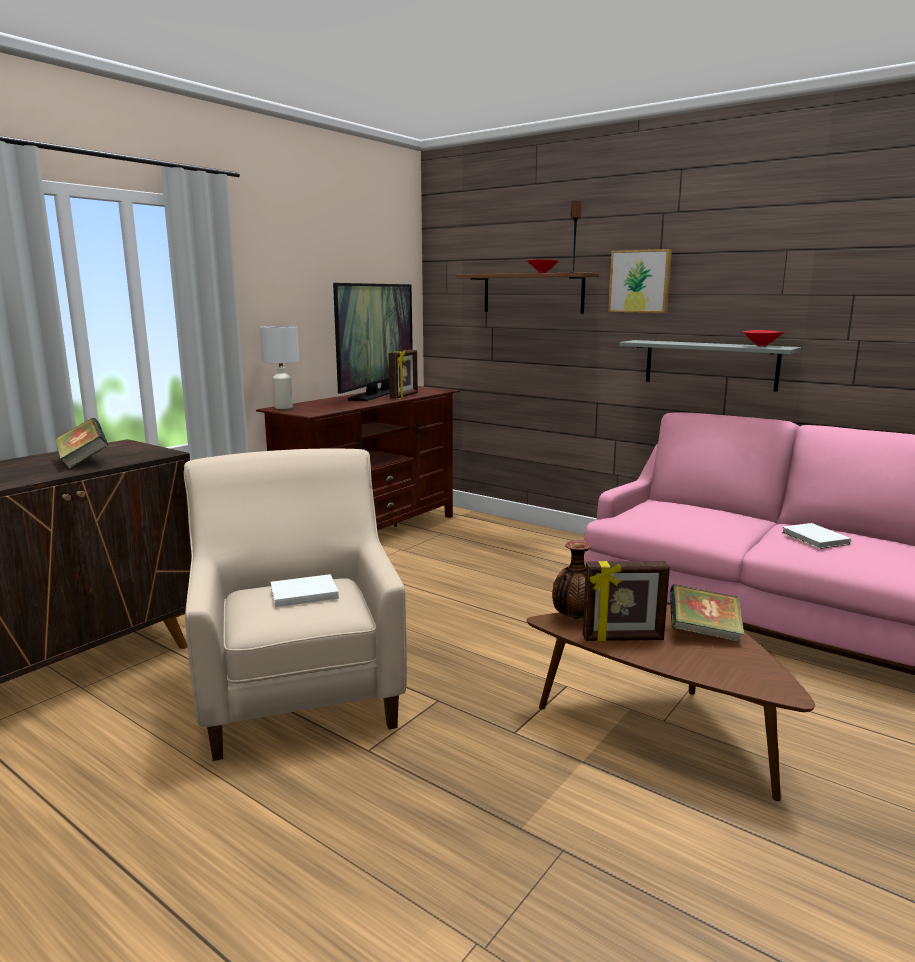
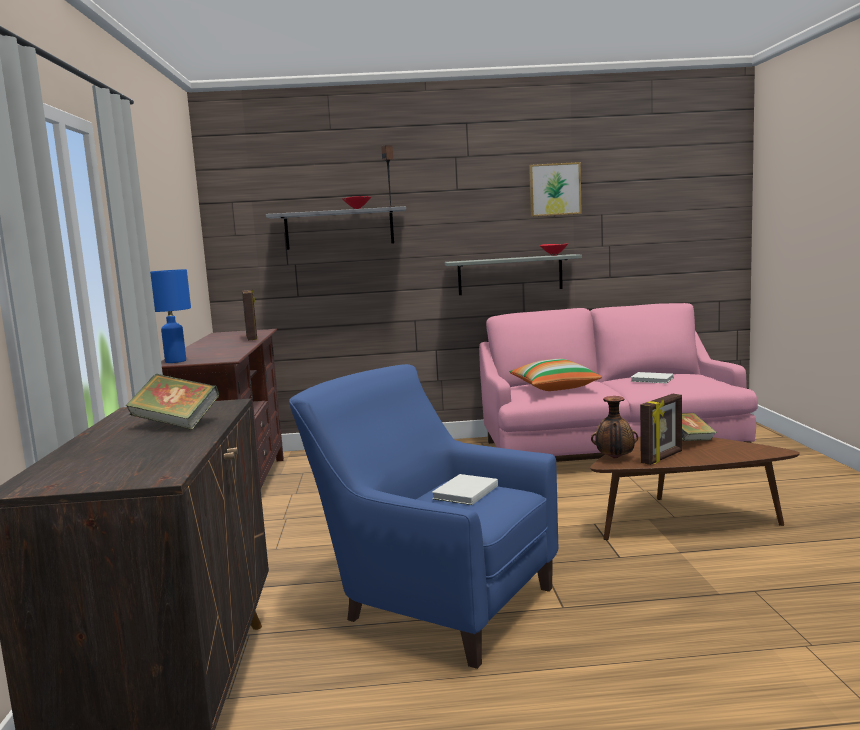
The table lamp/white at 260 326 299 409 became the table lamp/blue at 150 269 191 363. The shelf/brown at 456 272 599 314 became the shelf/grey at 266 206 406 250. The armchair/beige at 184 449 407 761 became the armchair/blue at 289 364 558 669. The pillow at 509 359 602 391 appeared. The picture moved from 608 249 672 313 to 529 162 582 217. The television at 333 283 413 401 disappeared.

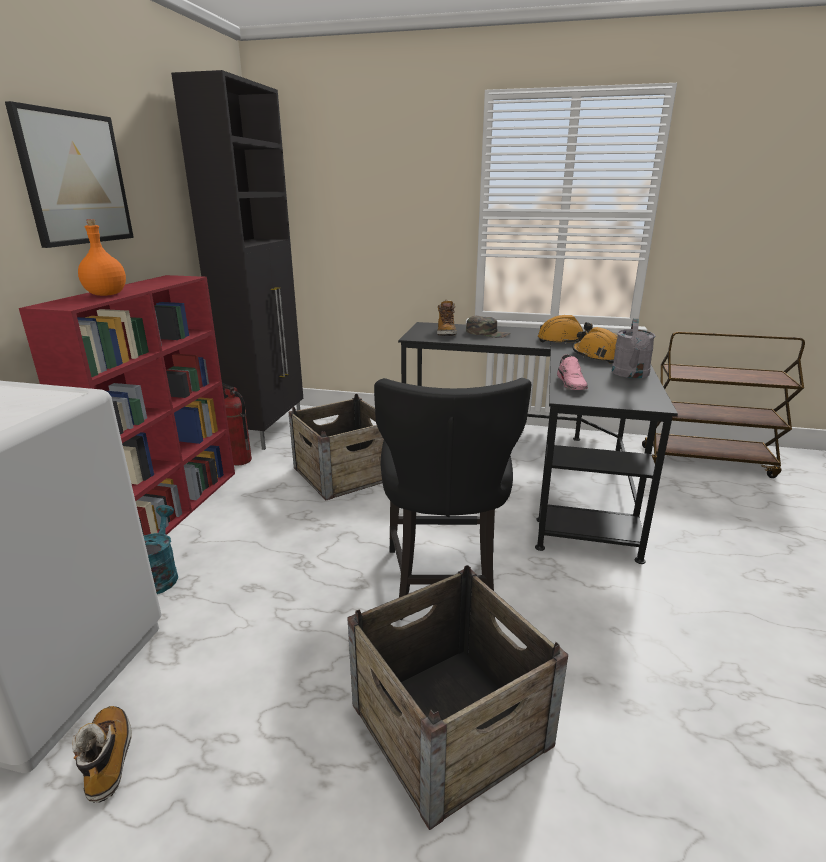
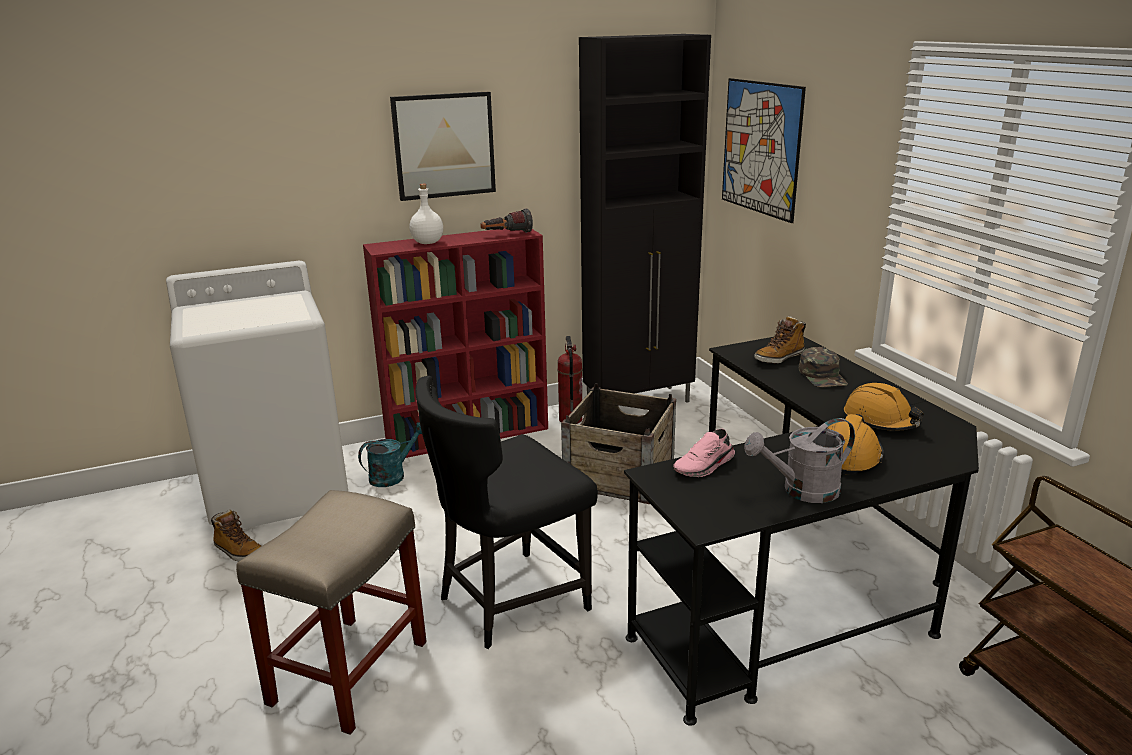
The boot at 72 706 132 803 turned 90 degrees clockwise. The crate at 347 565 568 830 was replaced by the stool/beige at 236 490 427 735. The bottle/orange at 78 219 126 296 became the bottle/white at 409 184 443 244. The flashlight at 480 208 533 233 appeared. The picture at 722 78 806 223 appeared.

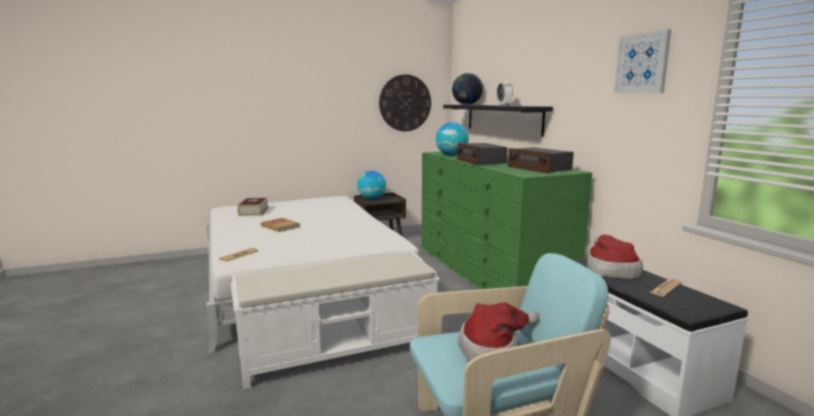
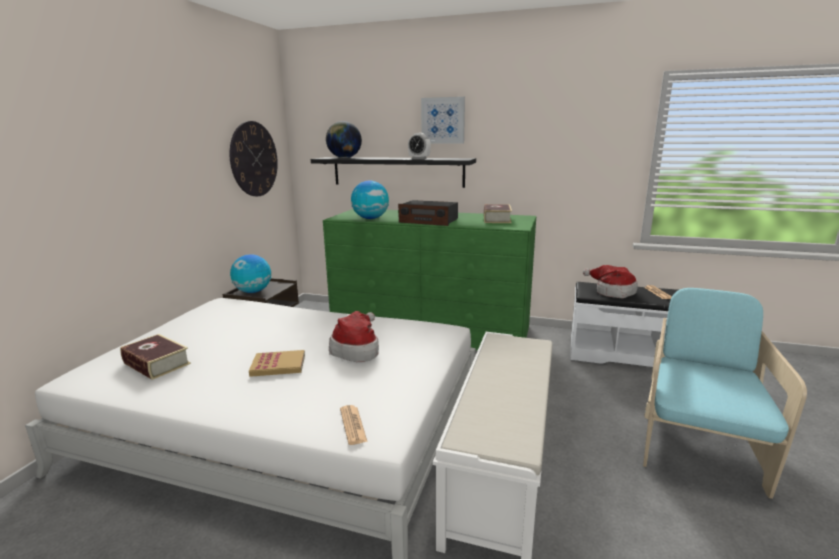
The hat moved from 457 302 539 362 to 329 311 379 362. The picture moved from 614 29 671 94 to 421 97 465 144. The radio at 508 147 574 174 was replaced by the book at 484 204 512 223.

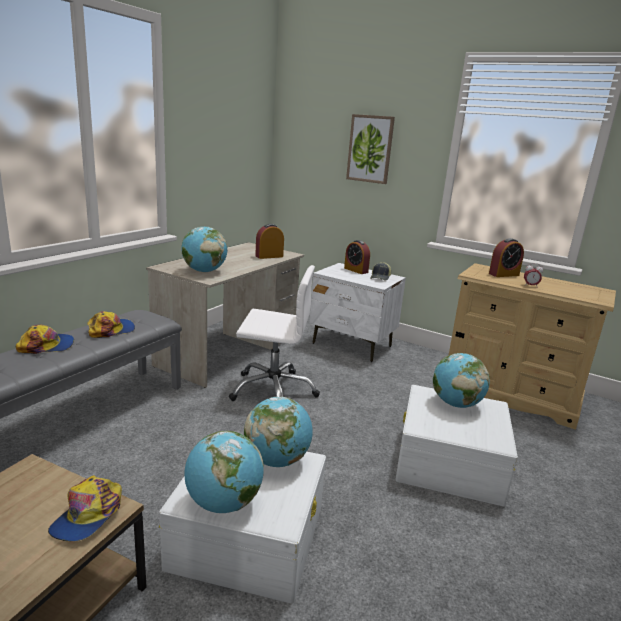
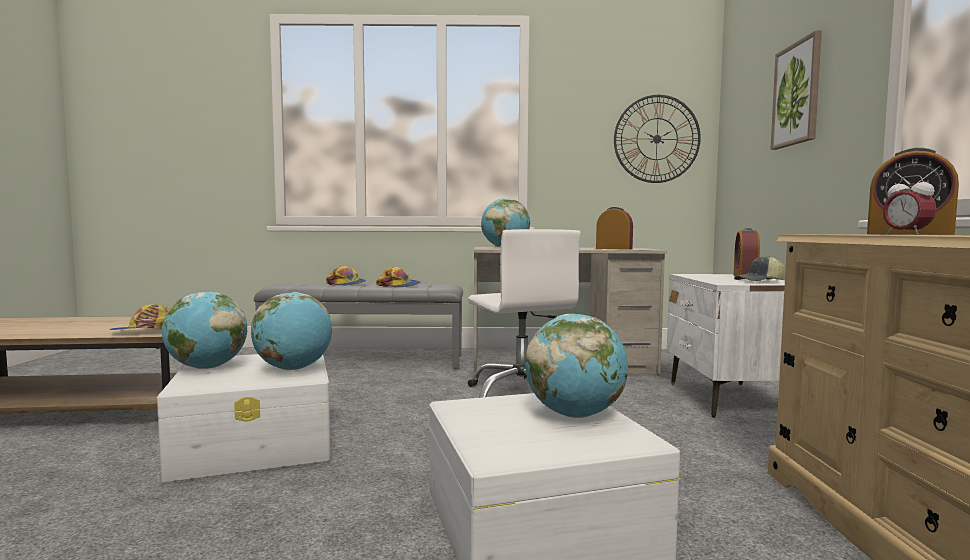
The wall clock at 614 95 701 183 appeared.

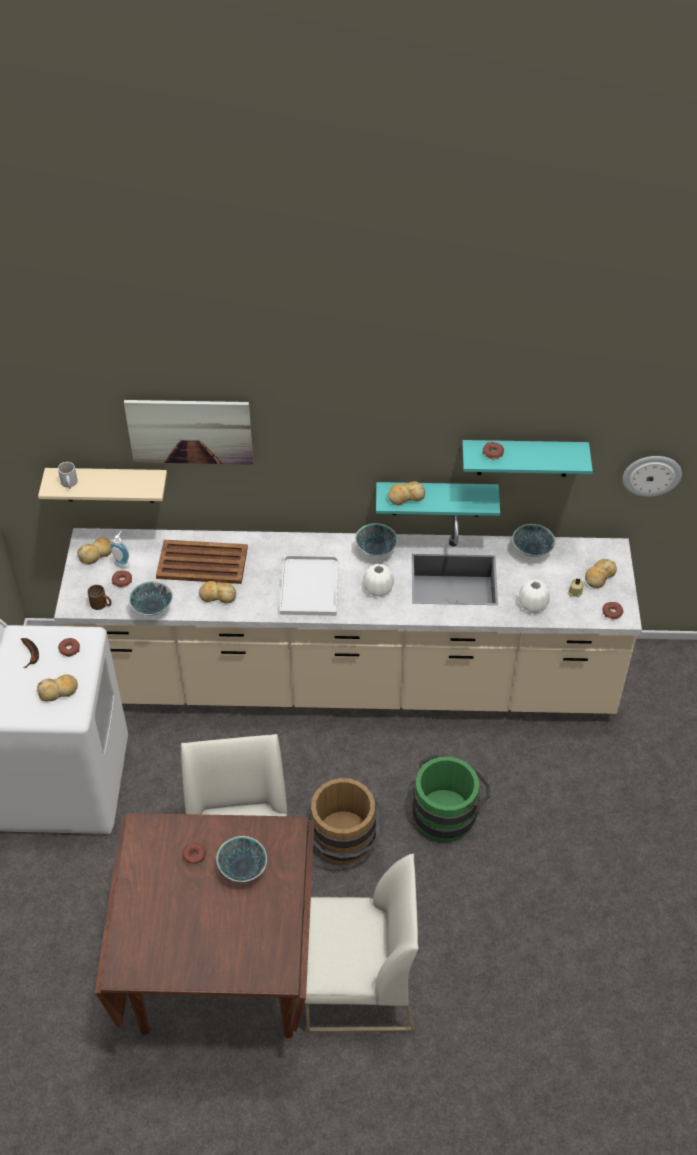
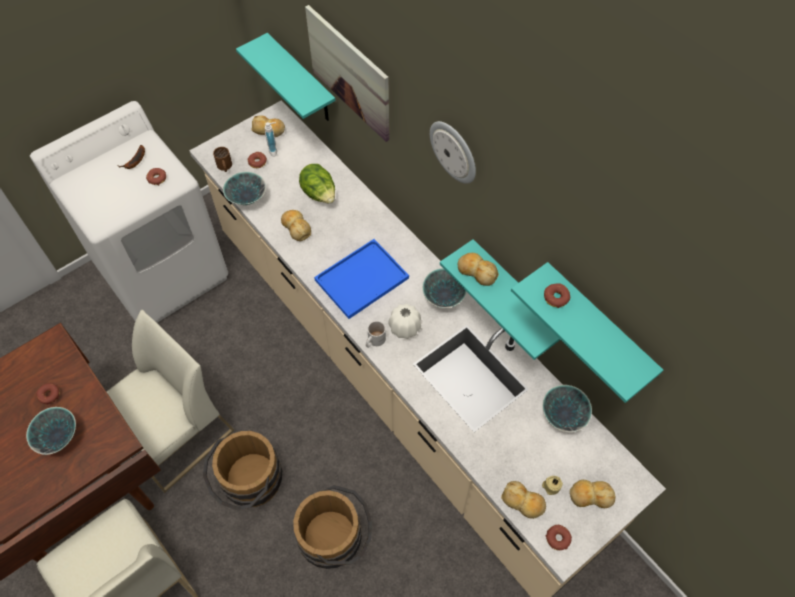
The shelf/beige at 38 468 167 503 became the shelf/turquoise at 236 33 336 121. The bucket/green at 412 755 490 842 became the bucket/brown at 293 485 372 569. The tray/brown at 156 540 248 584 was replaced by the lettuce at 299 164 335 204. The tray/white at 280 555 339 616 became the tray/blue at 314 239 409 319. The mug/white moved from 58 462 78 489 to 366 321 386 348. The wall clock moved from 623 456 682 497 to 430 121 476 184. The bread moved from 37 675 78 702 to 501 481 546 519. The vase/white at 518 579 550 613 disappeared.

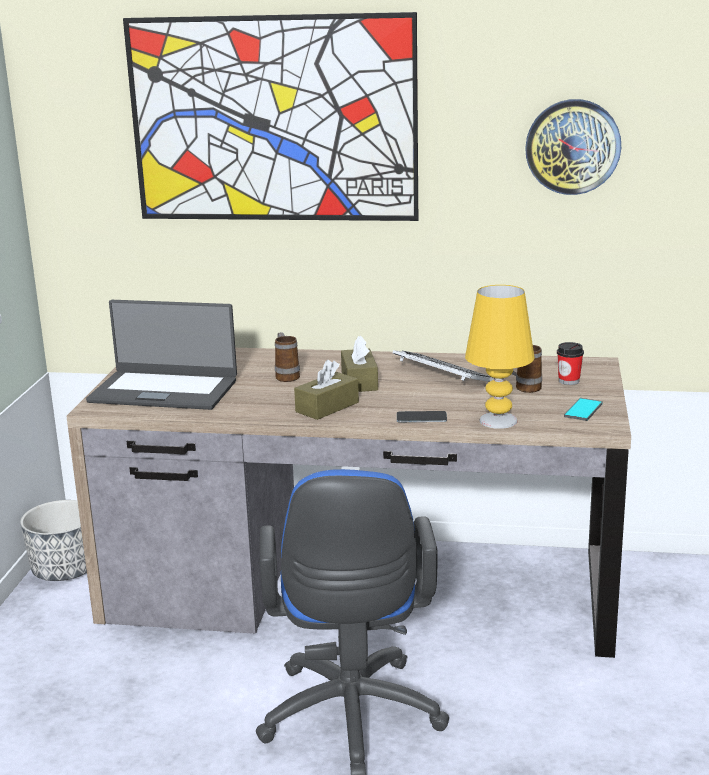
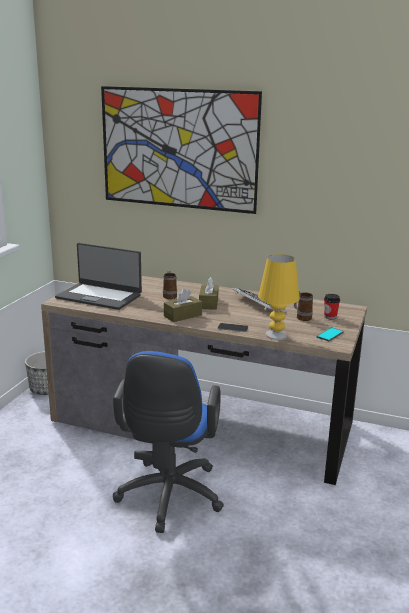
The wall clock at 525 99 621 195 disappeared.

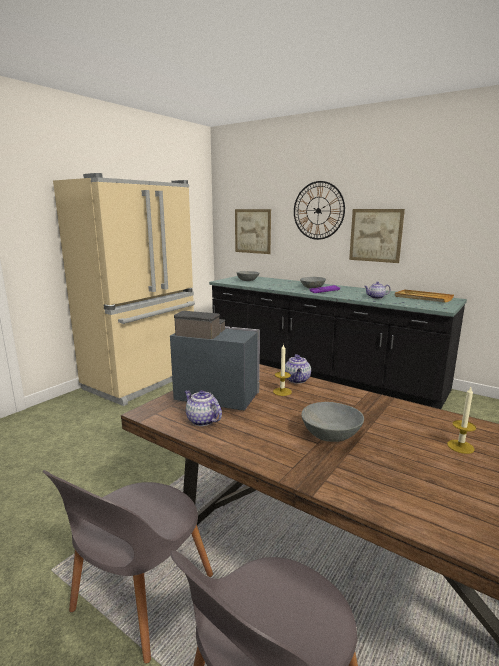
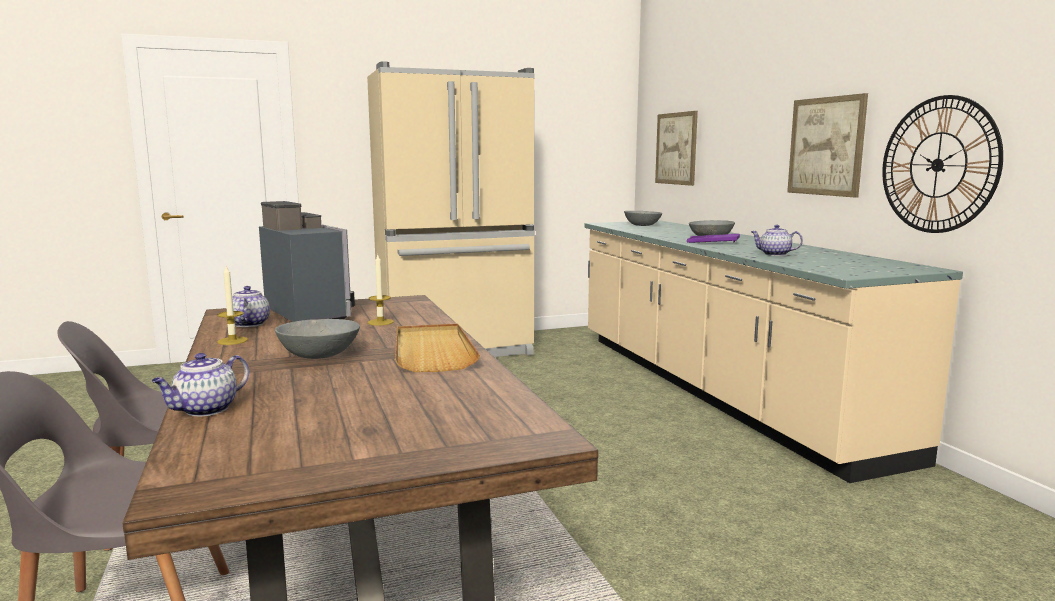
The teapot moved from 285 354 311 383 to 152 353 249 416. The candle moved from 447 387 476 454 to 217 266 248 345. The tray/beige moved from 395 289 454 303 to 395 323 480 372. The counter/black at 209 276 467 409 became the counter/beige at 585 220 963 483. The wall clock moved from 294 181 345 240 to 882 95 1003 233.

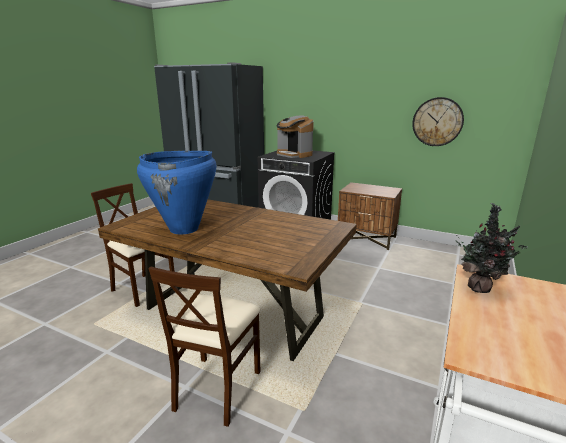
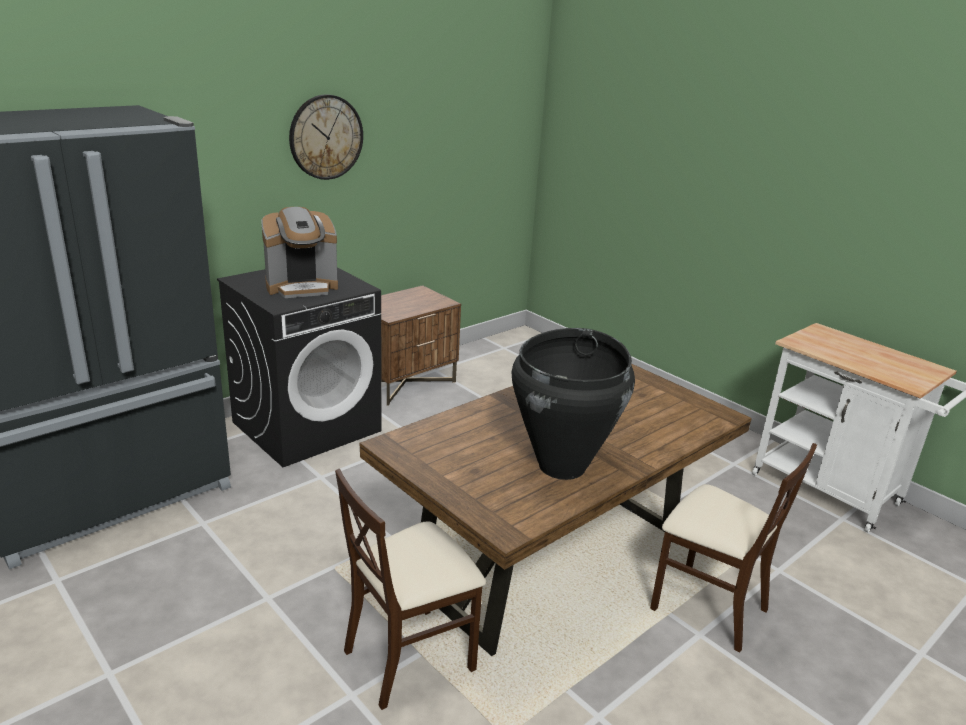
The wall clock moved from 412 97 464 146 to 289 94 363 180. The vase/blue at 137 151 217 234 became the vase/black at 512 328 635 480. The potted plant at 455 203 528 293 disappeared.

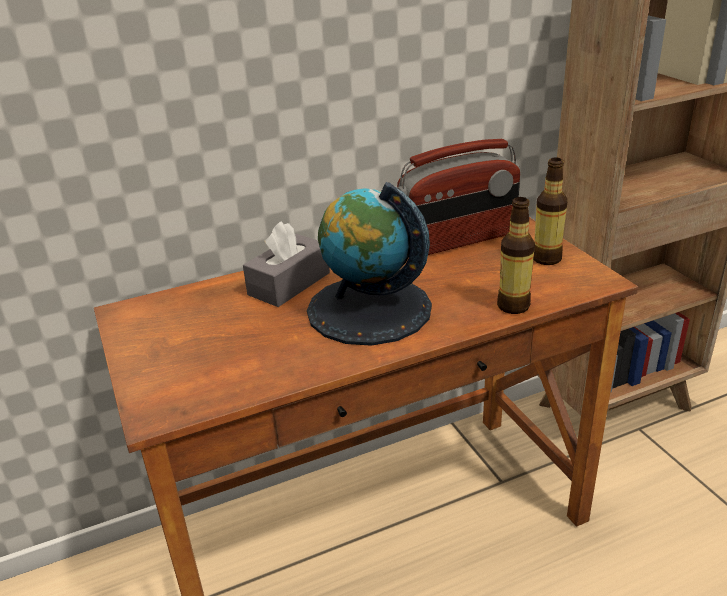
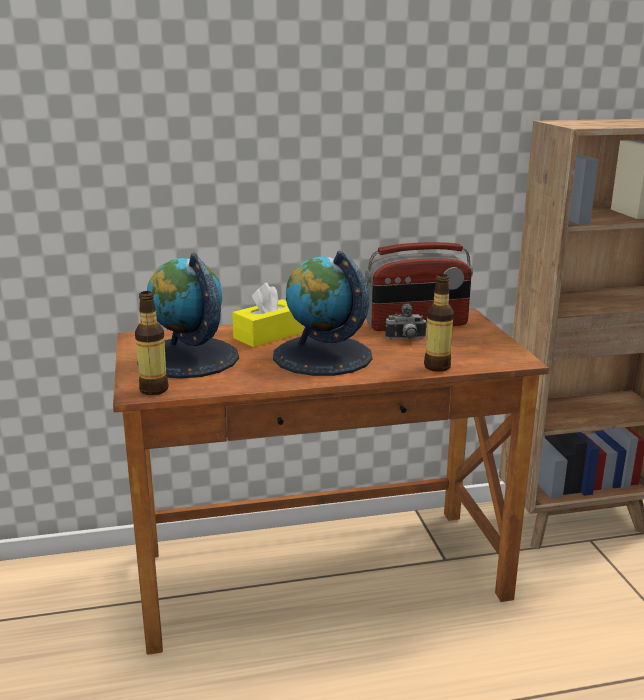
The bottle moved from 533 158 568 265 to 135 291 169 395. The globe at 147 253 239 379 appeared. The tissue box/grey at 243 221 330 307 became the tissue box/yellow at 232 283 303 347. The photo camera at 385 304 427 340 appeared.

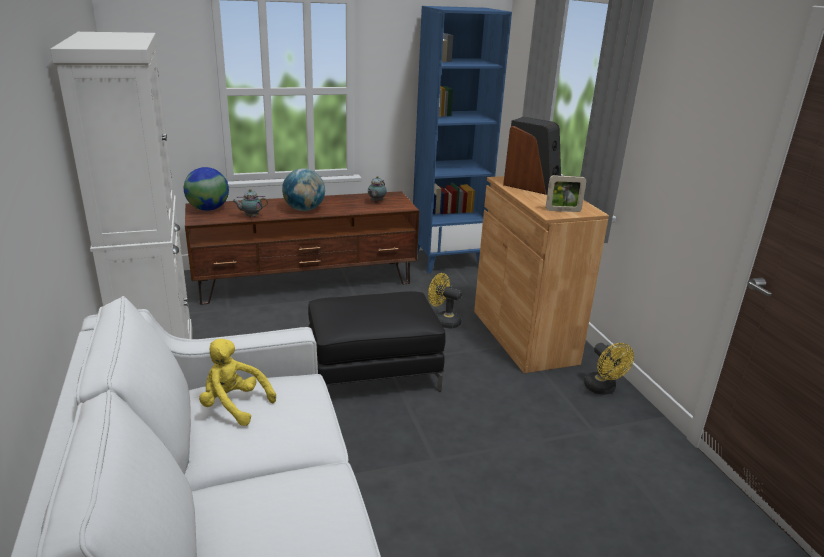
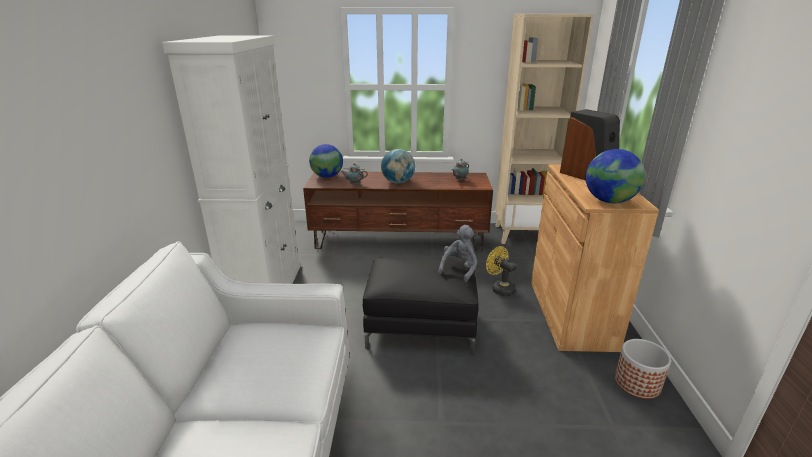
The plush toy/grey at 438 225 478 282 appeared. The bookcase/blue at 413 6 512 273 became the bookcase/beige at 495 14 594 244. The picture frame at 546 175 586 212 was replaced by the globe at 586 149 645 203. The fan/yellow at 584 343 634 395 was replaced by the planter at 615 339 671 399. The plush toy/yellow at 199 338 276 426 disappeared.

